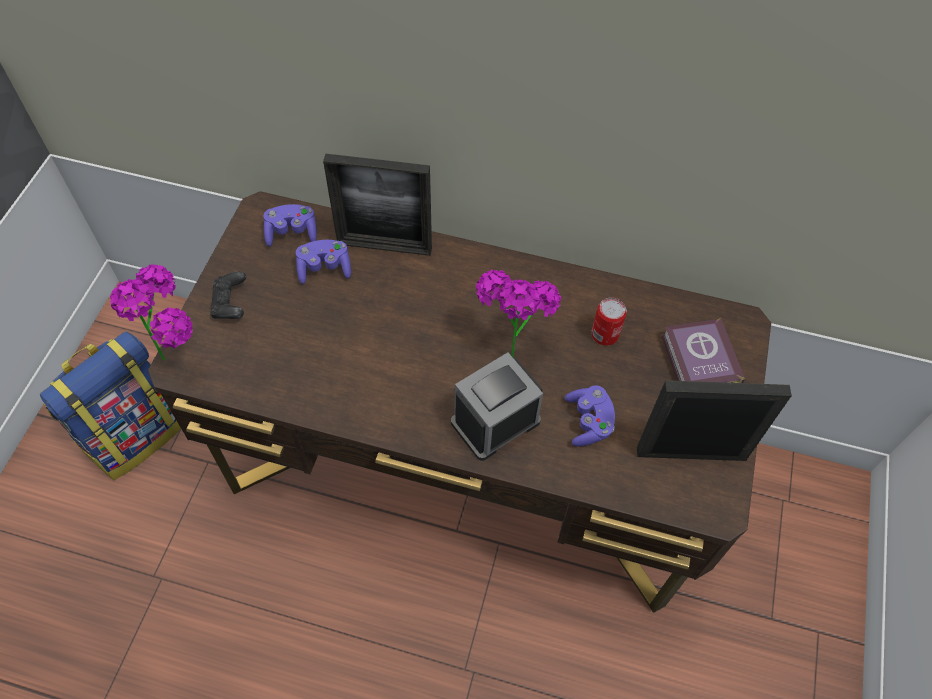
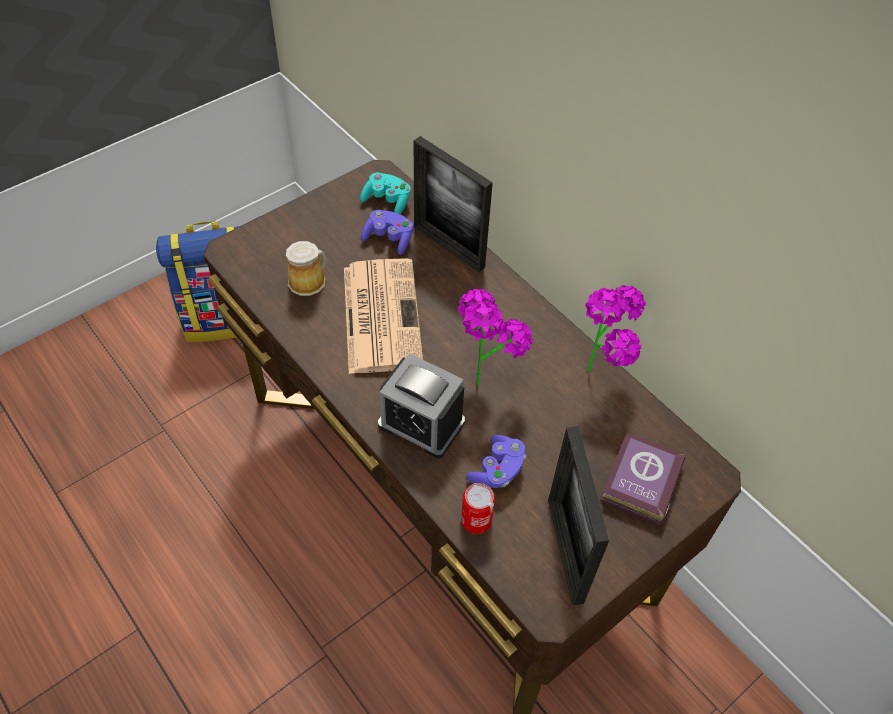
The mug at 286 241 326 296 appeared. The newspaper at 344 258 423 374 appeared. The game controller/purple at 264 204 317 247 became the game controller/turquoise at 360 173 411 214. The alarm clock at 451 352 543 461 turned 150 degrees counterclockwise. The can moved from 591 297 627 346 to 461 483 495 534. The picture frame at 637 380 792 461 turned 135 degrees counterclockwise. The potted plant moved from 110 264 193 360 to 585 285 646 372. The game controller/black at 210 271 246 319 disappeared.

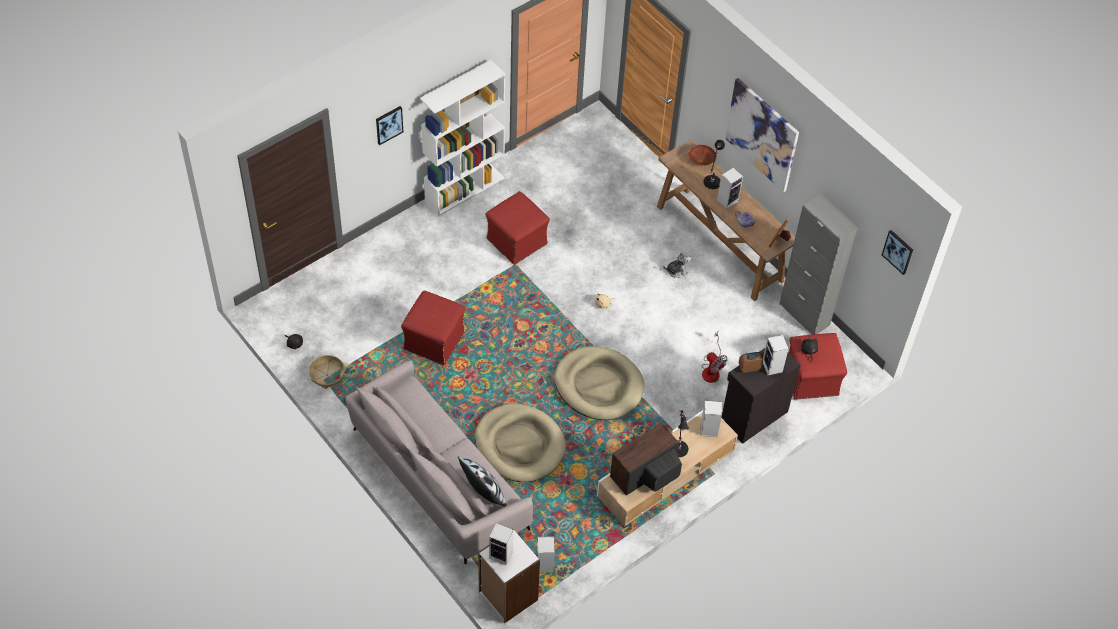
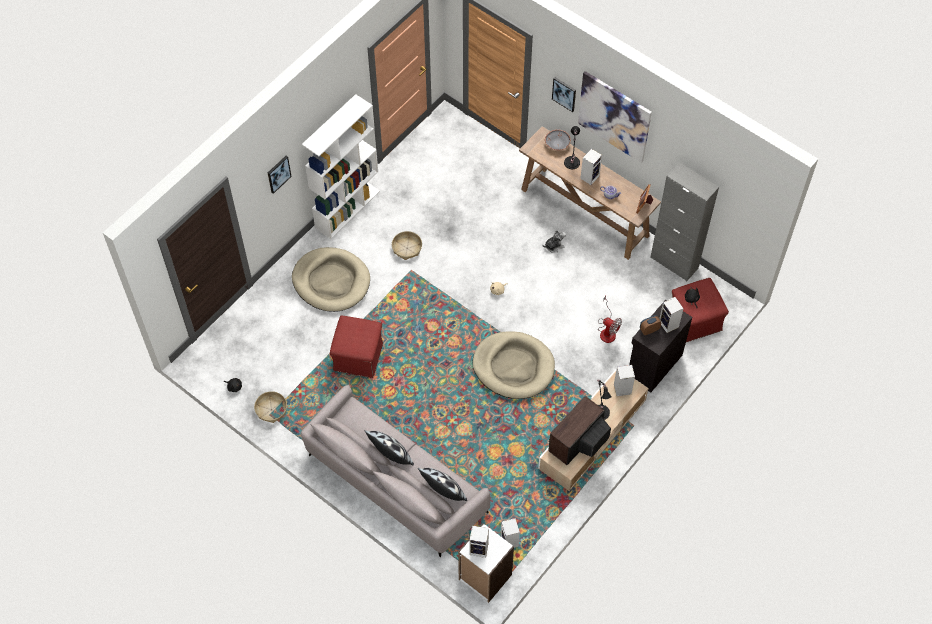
The dog bed/beige moved from 475 403 566 482 to 292 247 370 312. The pillow at 365 430 414 465 appeared. The ottoman/red at 486 191 550 265 was replaced by the basket at 392 231 422 260. The bowl/brown at 688 144 717 166 became the bowl/grey at 545 130 571 150. The picture moved from 882 230 913 275 to 552 77 576 112.

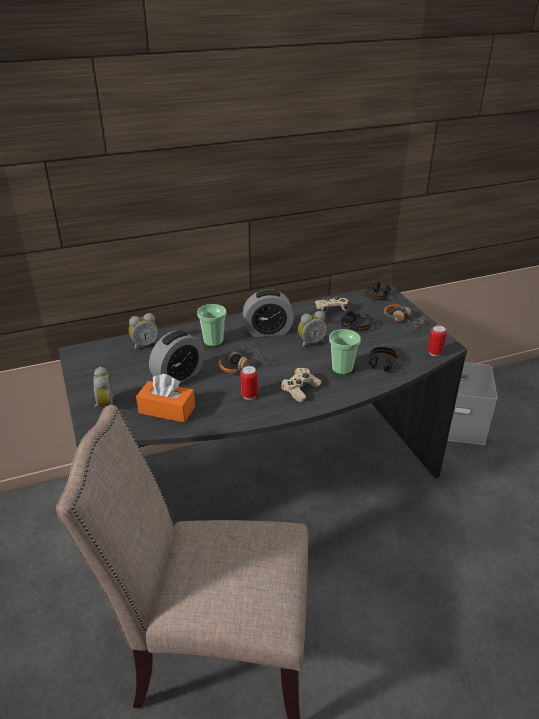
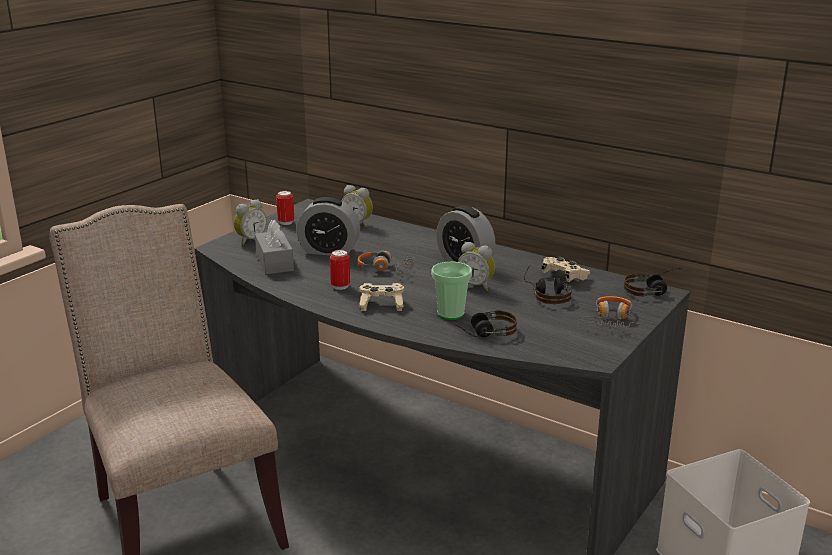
The tissue box/orange at 136 374 195 423 became the tissue box/grey at 255 220 294 274. The can moved from 428 325 447 356 to 276 191 294 225. The cup at 197 304 227 347 disappeared.

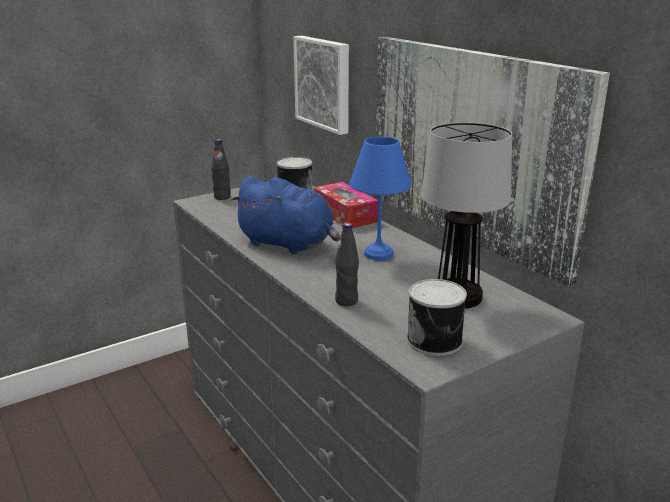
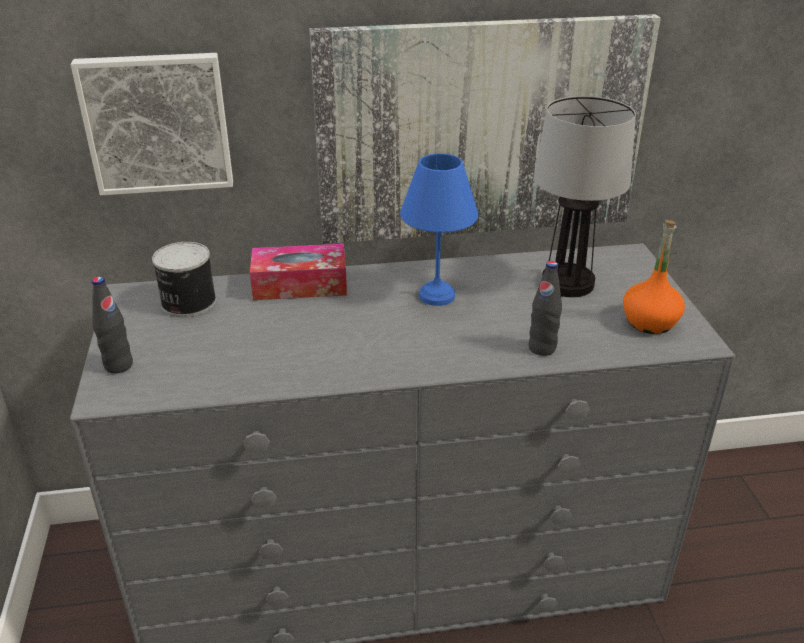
The can at 407 279 467 356 was replaced by the bottle/orange at 623 220 685 334. The plush toy/blue at 230 176 340 254 disappeared.

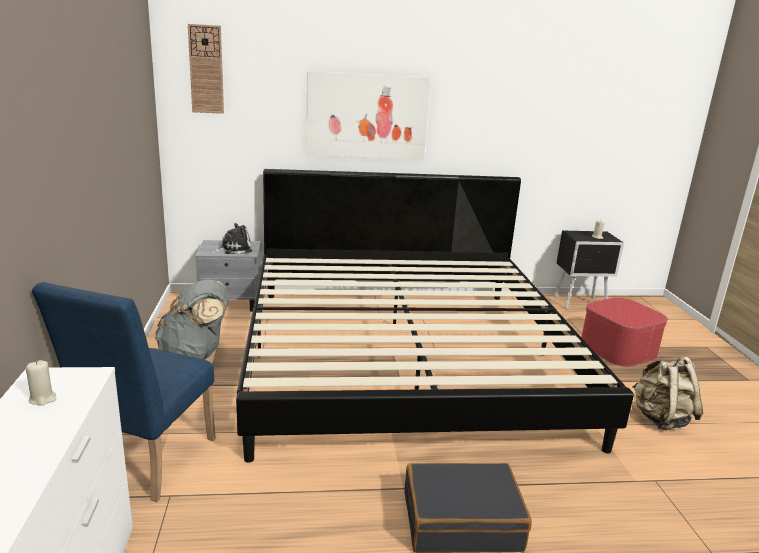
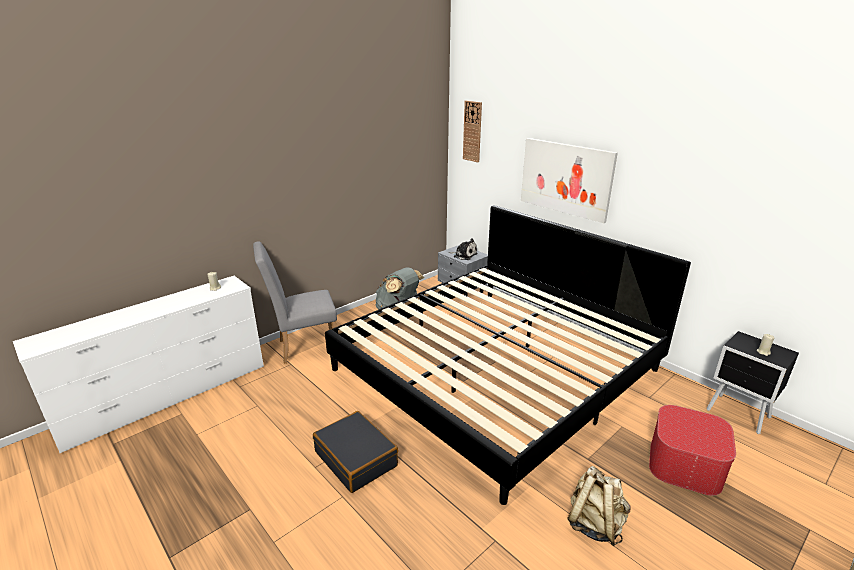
The chair/blue at 32 282 216 502 became the chair/grey at 253 241 337 363.

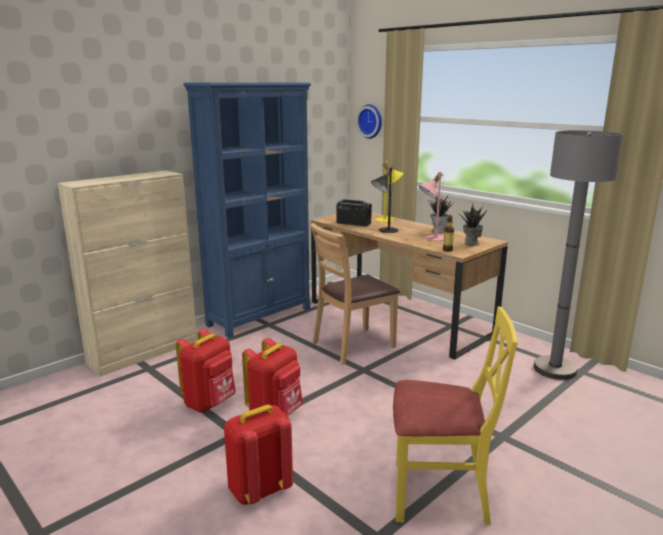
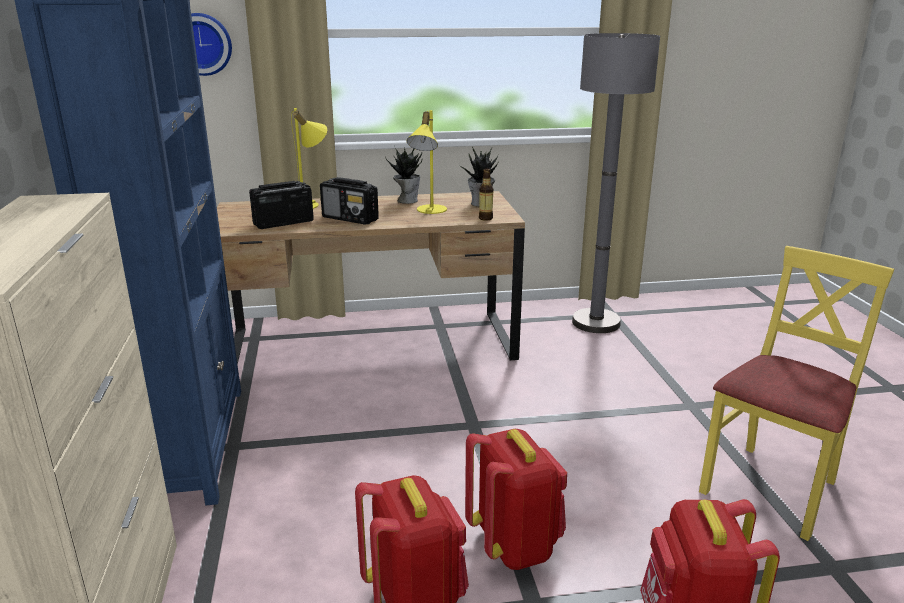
The table lamp/black at 371 167 399 233 was replaced by the radio at 320 177 379 225. The table lamp/pink at 419 172 444 241 became the table lamp/yellow at 407 110 447 214. The chair/brown at 310 223 400 365 disappeared.

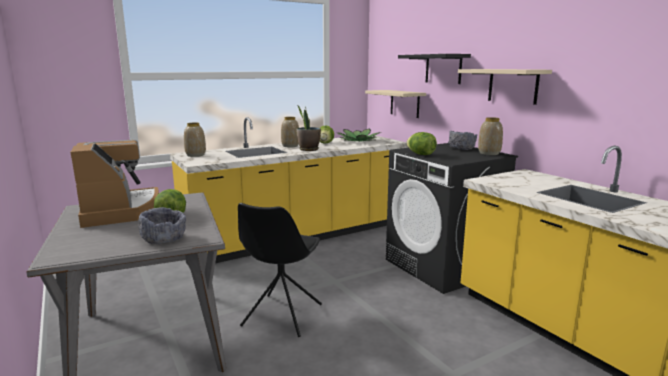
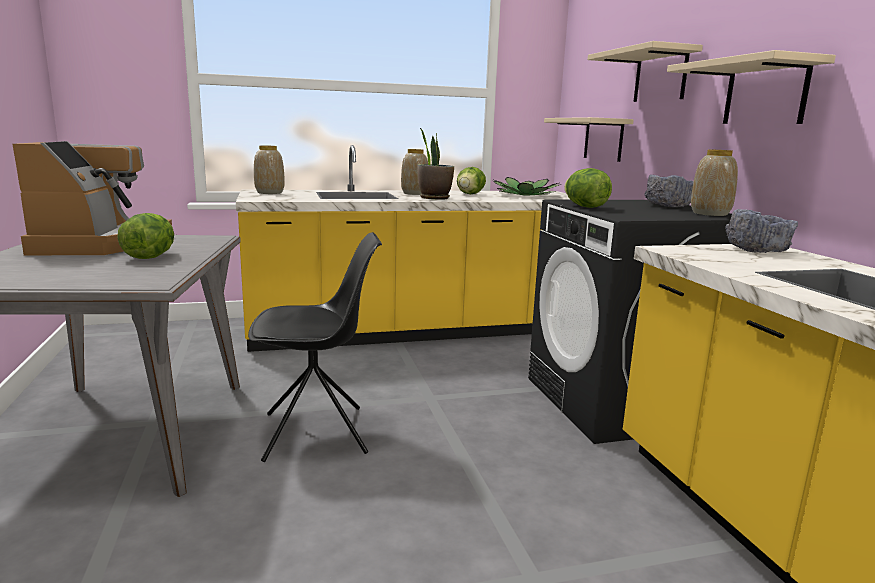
The chair/black at 238 203 322 337 turned 135 degrees counterclockwise. The shelf/black at 398 54 471 84 became the shelf/beige at 588 41 703 102. The bowl/grey moved from 138 207 186 244 to 725 209 798 253.

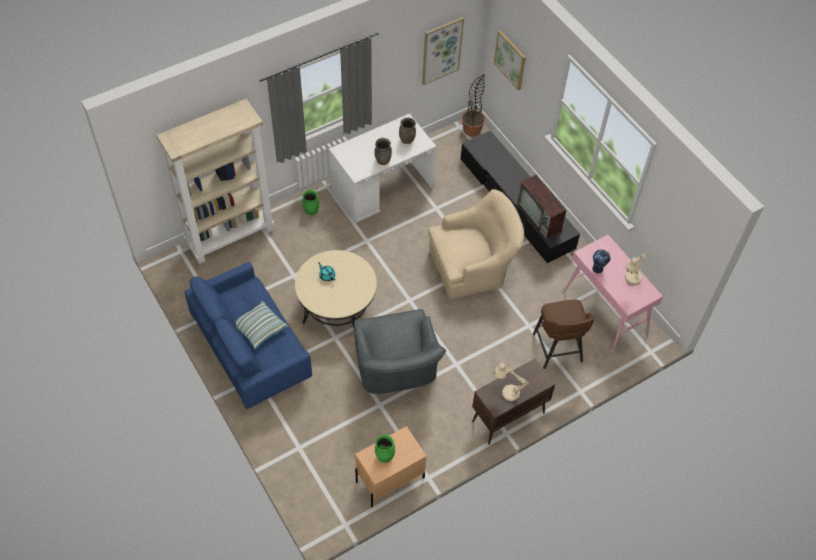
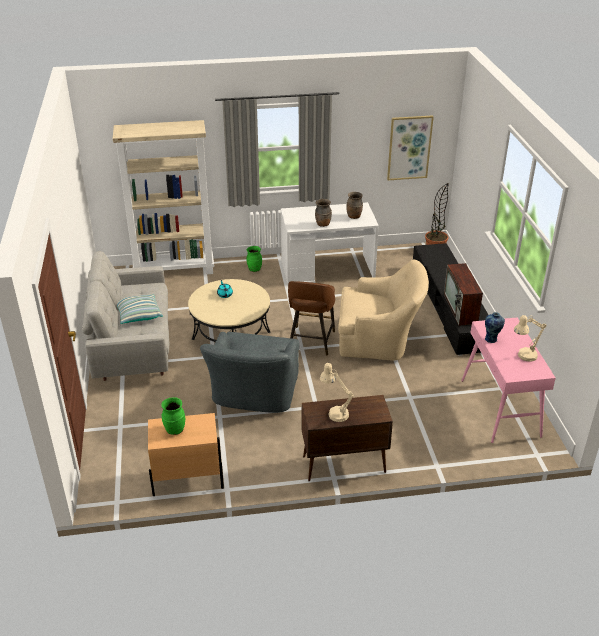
The sofa/blue at 185 262 312 409 became the sofa/grey at 82 251 169 381. The stool/brown moved from 533 299 594 369 to 288 281 335 355. The picture at 494 30 526 90 disappeared.

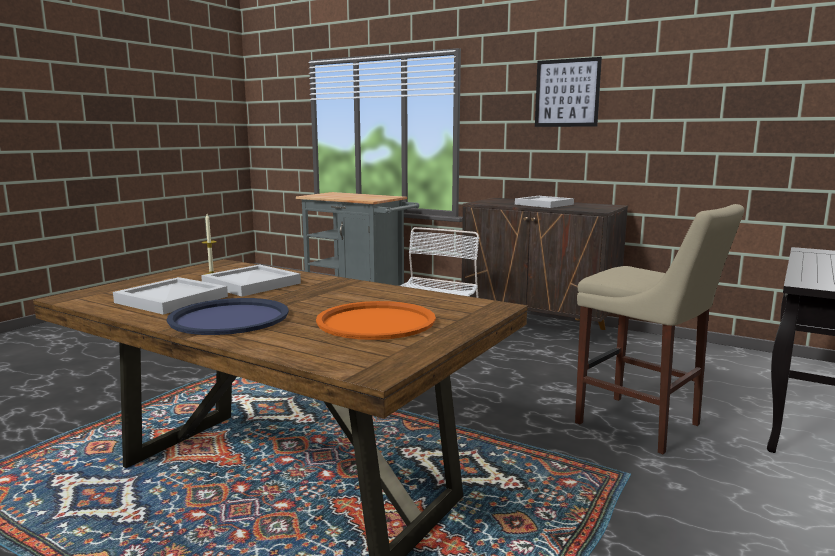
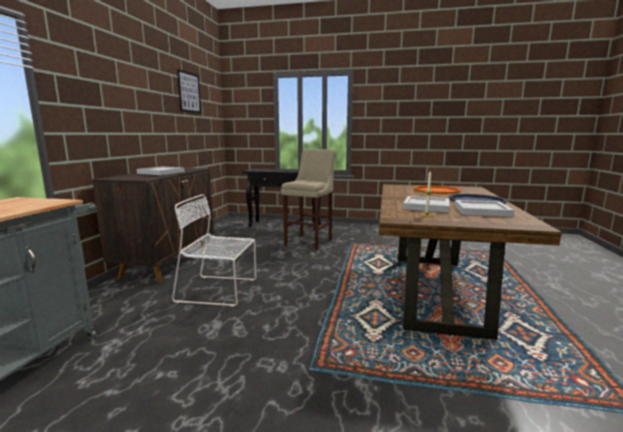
The picture moved from 535 57 602 127 to 177 69 201 114.

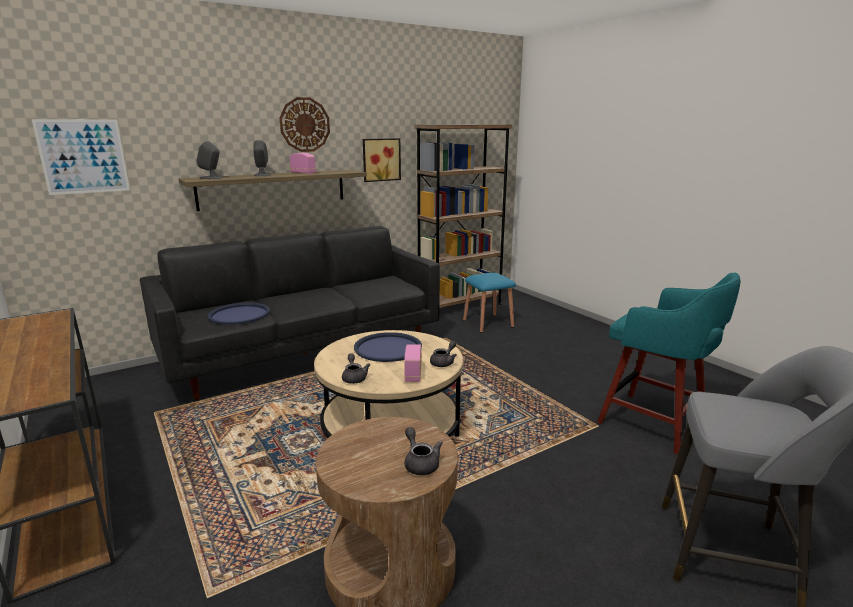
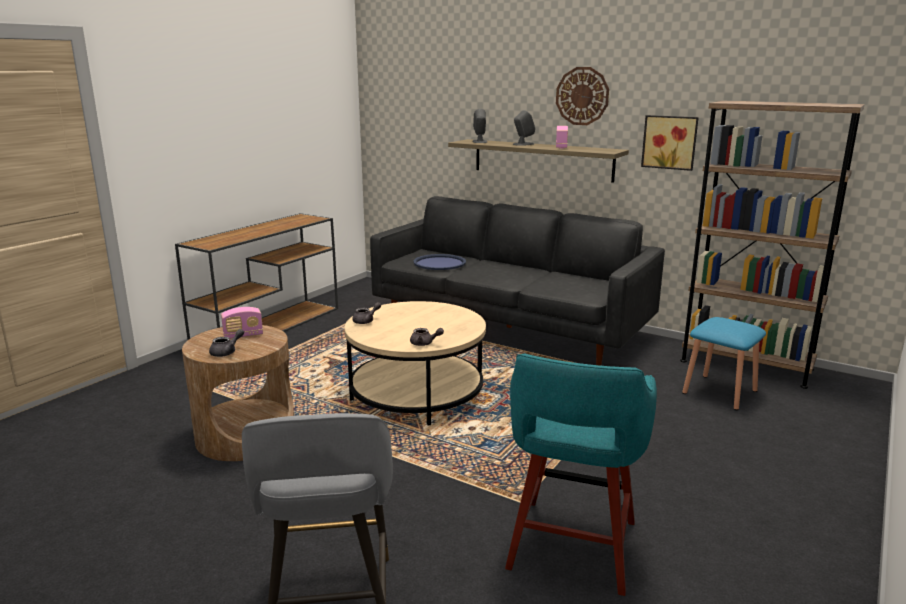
The radio moved from 404 344 422 382 to 221 307 263 339. The picture at 32 119 130 195 disappeared. The tray/blue at 354 332 422 362 disappeared.

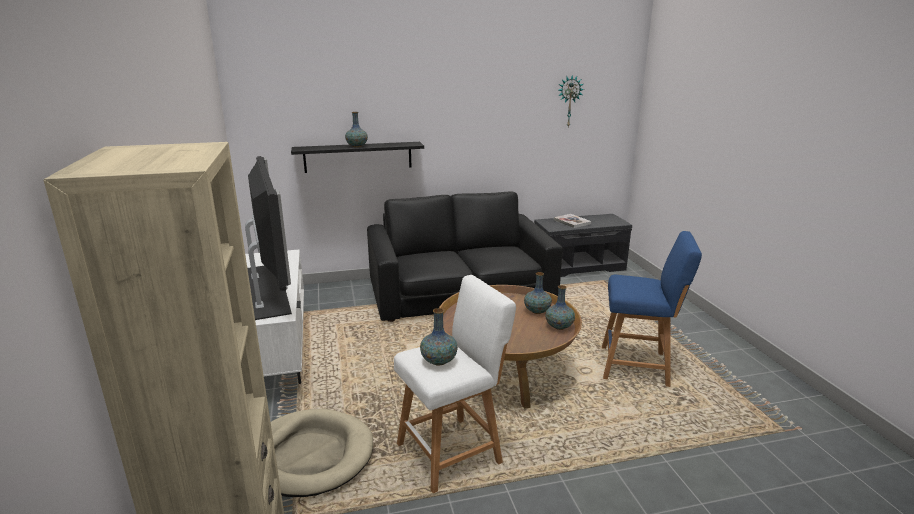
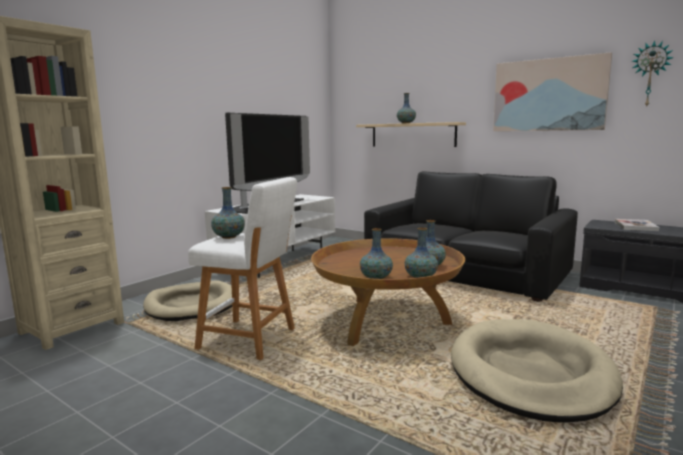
The shelf/black at 291 142 424 173 became the shelf/beige at 356 122 466 147. The vase at 360 228 393 279 appeared. The stool/blue at 602 231 702 387 was replaced by the dog bed/beige at 451 319 623 423. The picture at 493 52 612 131 appeared.

